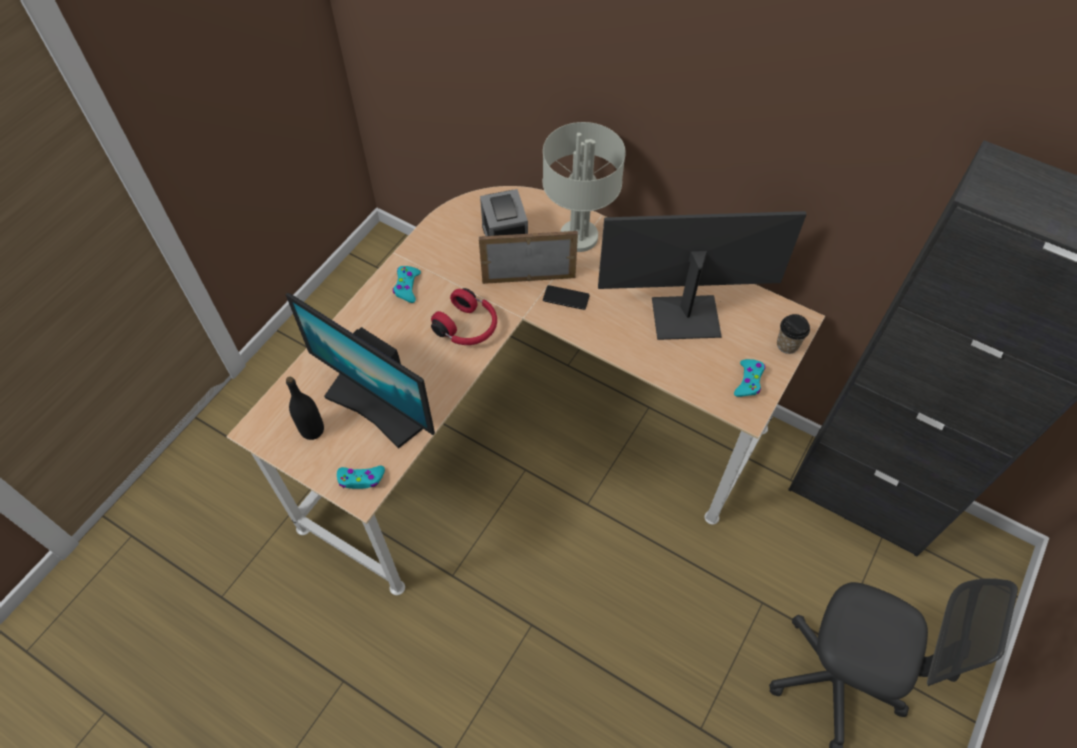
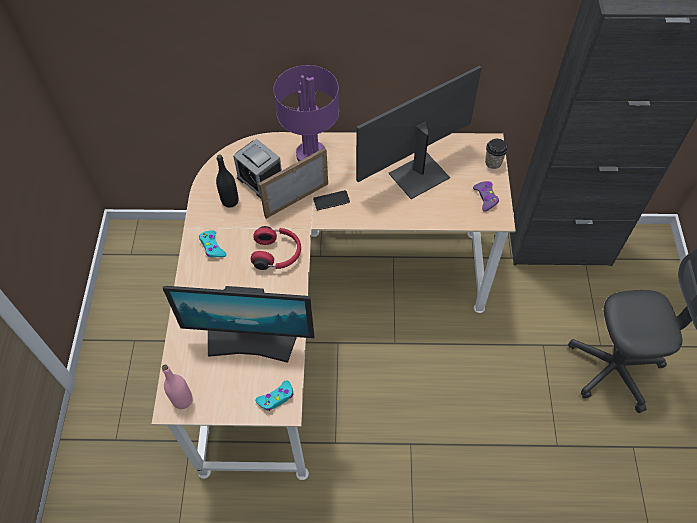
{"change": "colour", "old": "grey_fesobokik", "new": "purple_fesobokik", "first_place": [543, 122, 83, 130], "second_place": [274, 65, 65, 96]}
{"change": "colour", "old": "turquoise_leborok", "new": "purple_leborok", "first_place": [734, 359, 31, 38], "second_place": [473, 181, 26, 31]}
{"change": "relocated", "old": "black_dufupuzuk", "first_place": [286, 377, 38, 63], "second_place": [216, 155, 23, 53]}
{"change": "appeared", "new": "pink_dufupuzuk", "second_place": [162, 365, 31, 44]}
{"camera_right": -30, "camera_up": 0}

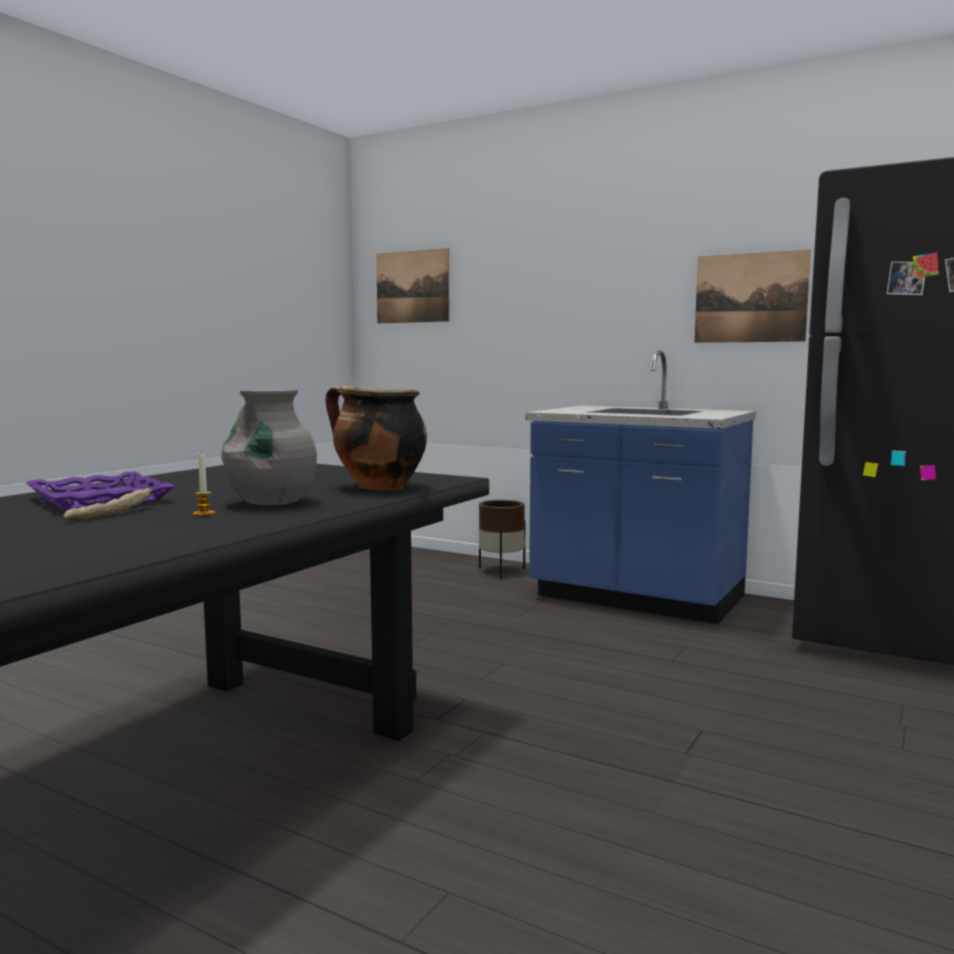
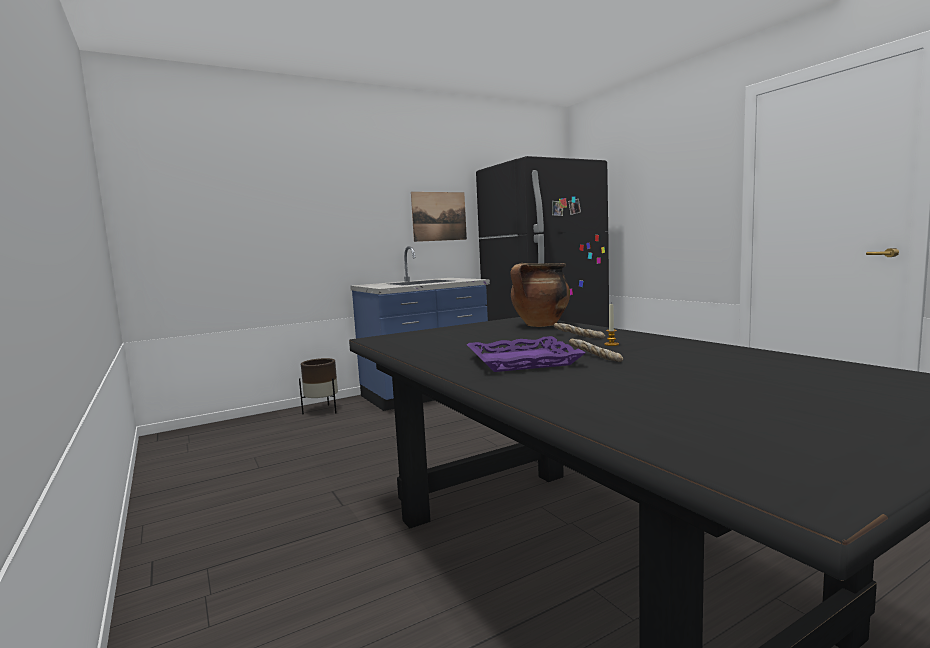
{"change": "missing", "old": "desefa", "first_place": [376, 248, 73, 75]}
{"change": "exchanged", "old": "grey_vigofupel", "new": "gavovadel", "first_place": [221, 388, 96, 117], "second_place": [554, 323, 51, 16]}
{"camera_right": -60, "camera_up": 0}

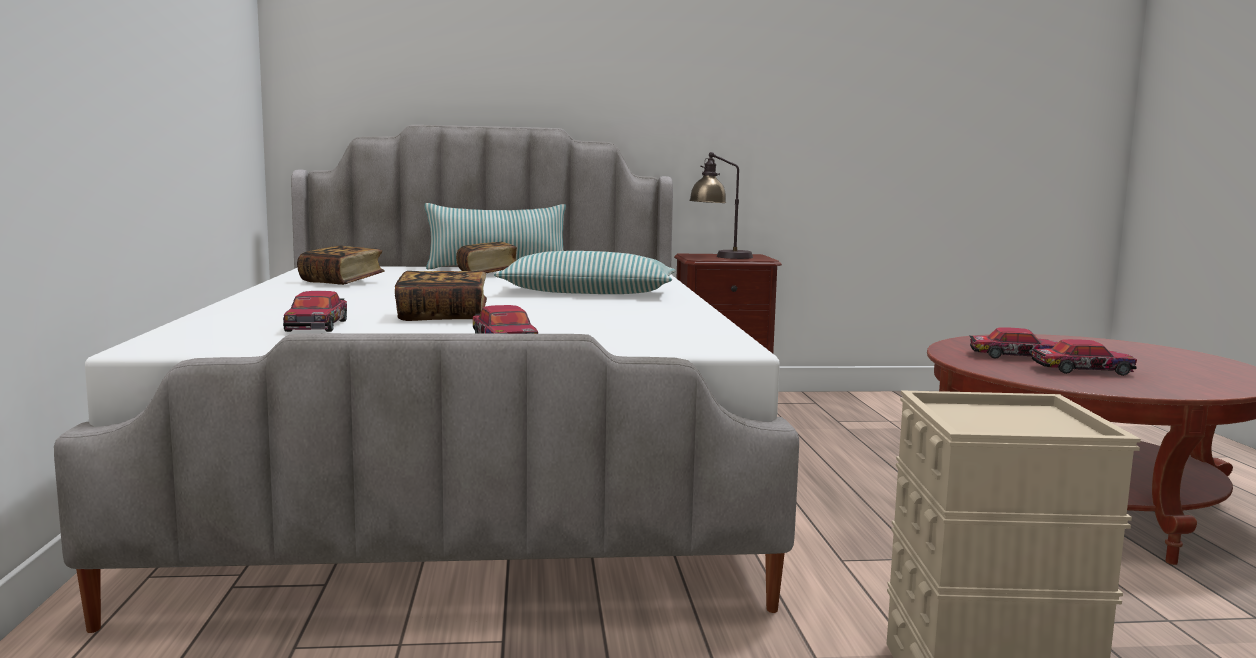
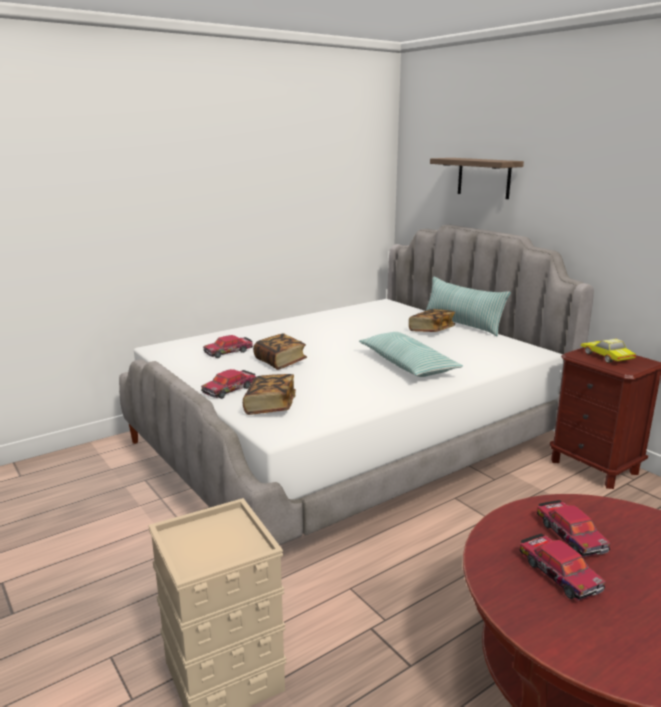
{"change": "exchanged", "old": "fesobokik", "new": "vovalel", "first_place": [689, 152, 64, 107], "second_place": [580, 339, 56, 24]}
{"change": "relocated", "old": "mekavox", "first_place": [297, 246, 88, 39], "second_place": [243, 374, 53, 41]}
{"change": "appeared", "new": "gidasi", "second_place": [430, 158, 94, 41]}
{"camera_right": 60, "camera_up": 10}

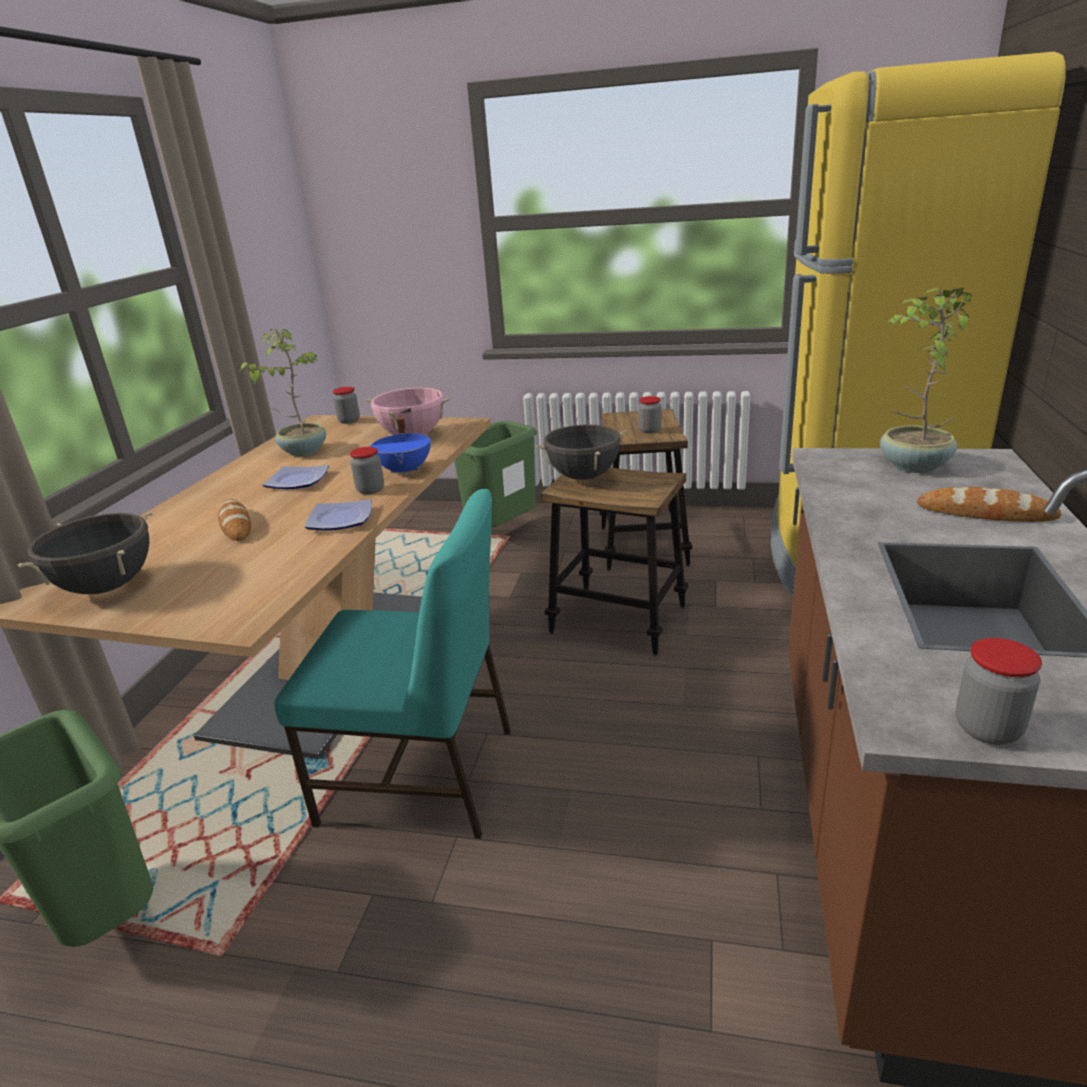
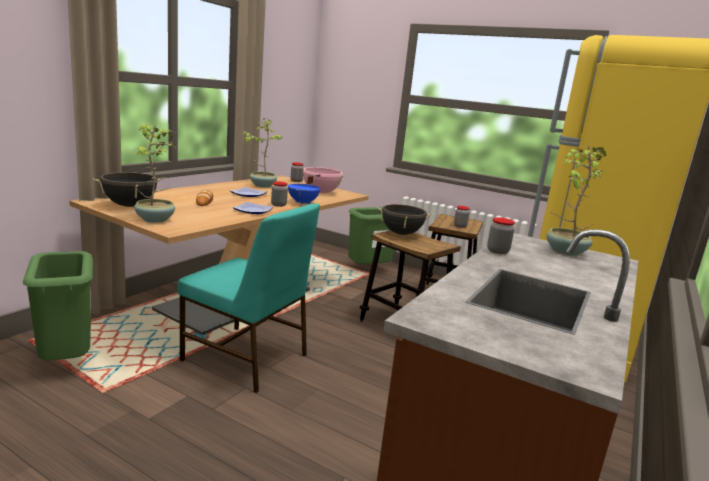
{"change": "missing", "old": "gavovadel", "first_place": [917, 487, 145, 35]}
{"change": "relocated", "old": "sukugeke", "first_place": [956, 638, 86, 107], "second_place": [487, 217, 28, 37]}
{"change": "appeared", "new": "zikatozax", "second_place": [134, 124, 42, 99]}
{"camera_right": 15, "camera_up": -10}

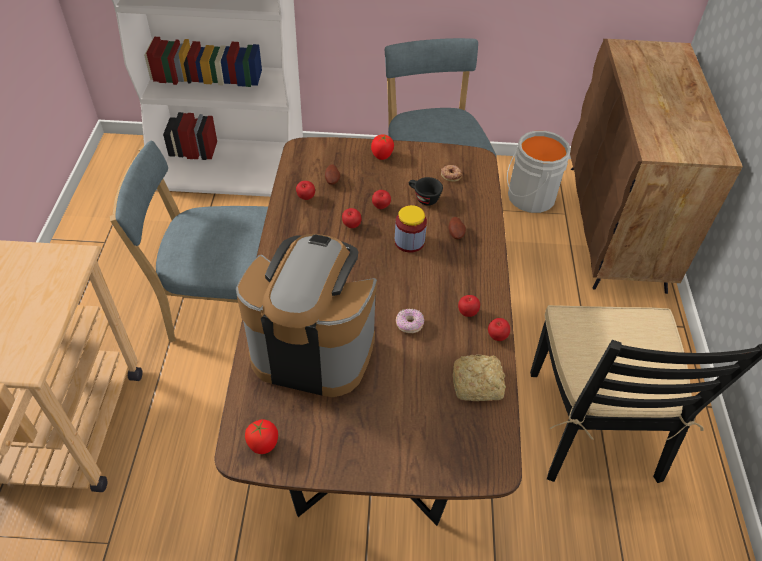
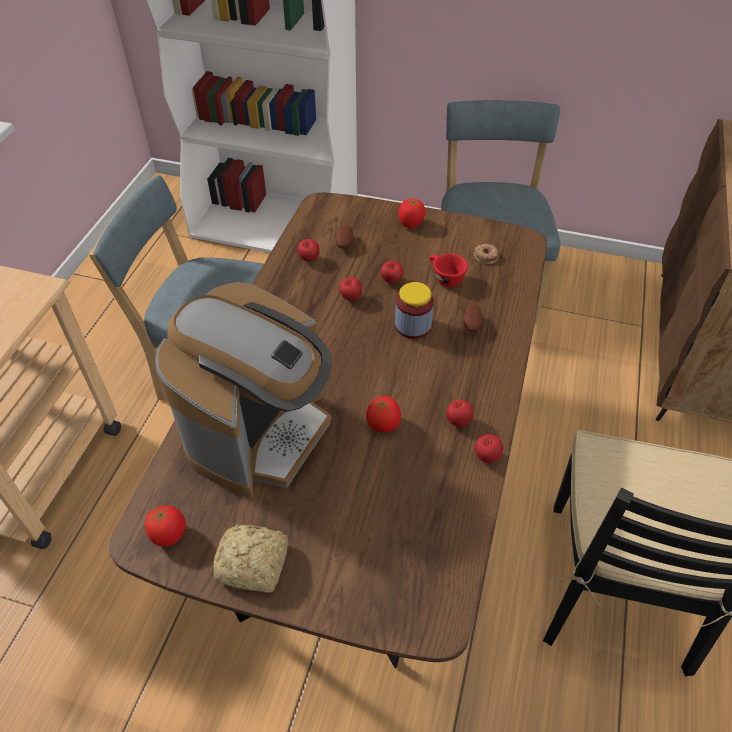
{"change": "missing", "old": "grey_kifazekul", "first_place": [507, 131, 64, 82]}
{"change": "colour", "old": "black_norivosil", "new": "red_norivosil", "first_place": [409, 177, 34, 28], "second_place": [430, 253, 38, 34]}
{"change": "spun", "old": "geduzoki", "first_place": [236, 234, 141, 163], "second_place": [155, 282, 177, 216], "degrees": 90}
{"change": "exchanged", "old": "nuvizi", "new": "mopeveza", "first_place": [396, 308, 28, 25], "second_place": [366, 396, 35, 37]}
{"change": "relocated", "old": "gavovadel", "first_place": [453, 354, 53, 47], "second_place": [213, 524, 75, 69]}
{"camera_right": 15, "camera_up": 0}

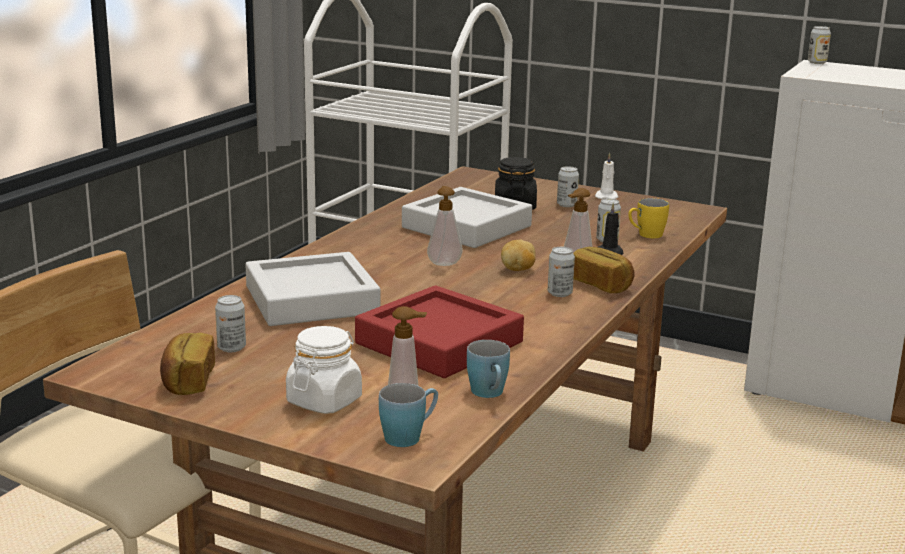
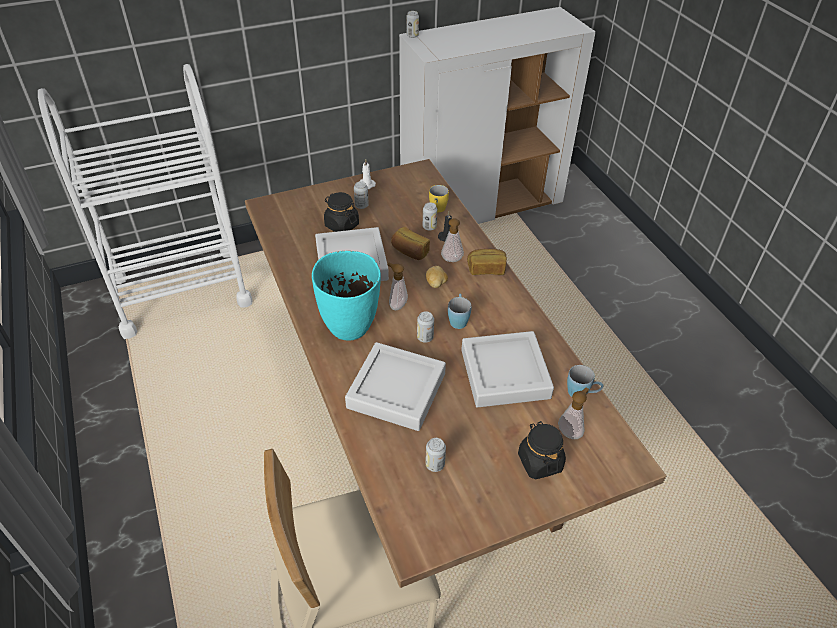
{"change": "relocated", "old": "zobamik", "first_place": [548, 247, 27, 50], "second_place": [417, 311, 17, 32]}
{"change": "colour", "old": "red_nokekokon", "new": "grey_nokekokon", "first_place": [355, 286, 169, 92], "second_place": [461, 331, 93, 76]}
{"change": "colour", "old": "white_sukugeke", "new": "black_sukugeke", "first_place": [286, 326, 76, 88], "second_place": [518, 421, 48, 58]}
{"change": "relocated", "old": "gavovadel", "first_place": [160, 333, 55, 62], "second_place": [391, 227, 39, 33]}
{"change": "relocated", "old": "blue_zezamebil", "first_place": [379, 383, 59, 64], "second_place": [448, 294, 24, 35]}
{"change": "appeared", "new": "turquoise_vigofupel", "second_place": [312, 251, 69, 90]}
{"camera_right": -50, "camera_up": 25}

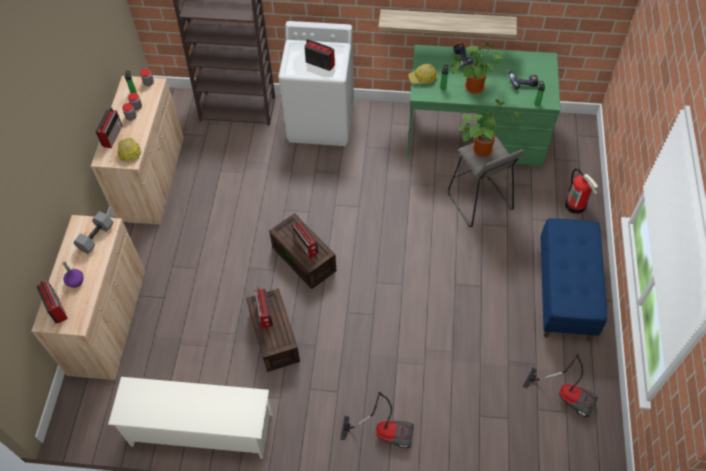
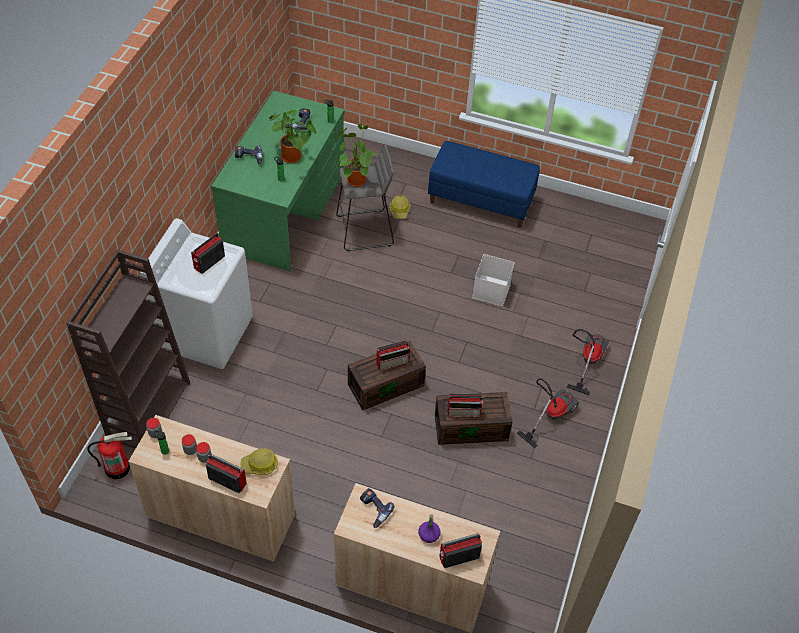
{"change": "missing", "old": "gidasi", "first_place": [378, 9, 139, 29]}
{"change": "relocated", "old": "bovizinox", "first_place": [409, 64, 29, 20], "second_place": [390, 195, 20, 24]}
{"change": "relocated", "old": "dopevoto", "first_place": [565, 169, 33, 45], "second_place": [87, 432, 45, 47]}
{"change": "exchanged", "old": "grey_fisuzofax", "new": "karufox", "first_place": [74, 211, 39, 43], "second_place": [360, 488, 35, 40]}
{"change": "relocated", "old": "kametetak", "first_place": [523, 353, 75, 64], "second_place": [517, 378, 63, 70]}
{"change": "missing", "old": "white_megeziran", "first_place": [108, 377, 165, 82]}
{"change": "appeared", "new": "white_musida", "second_place": [472, 254, 42, 52]}
{"camera_right": -80, "camera_up": -5}

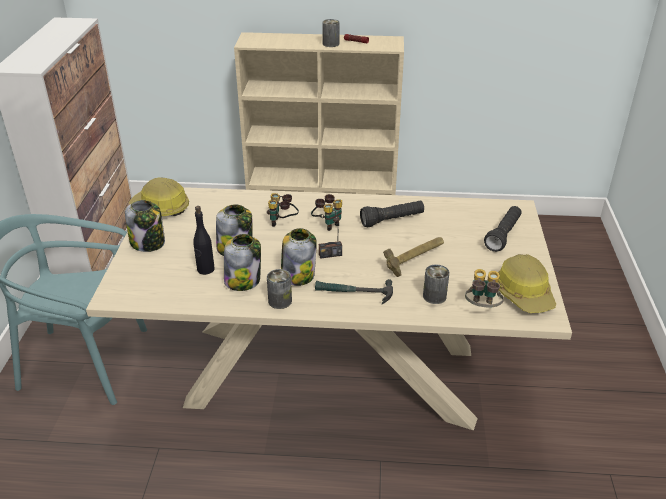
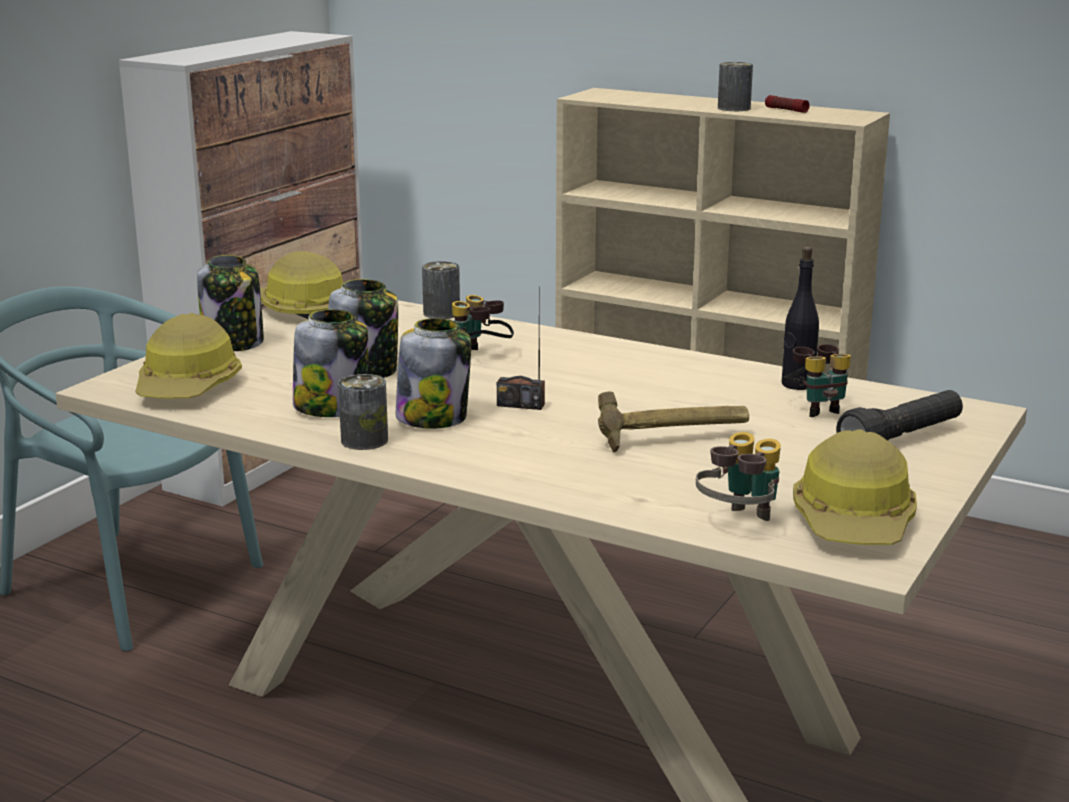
{"change": "relocated", "old": "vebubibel", "first_place": [311, 194, 31, 37], "second_place": [782, 344, 69, 73]}
{"change": "missing", "old": "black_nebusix", "first_place": [360, 200, 64, 28]}
{"change": "relocated", "old": "black_dufupuzuk", "first_place": [193, 206, 22, 69], "second_place": [782, 247, 37, 143]}
{"change": "relocated", "old": "zobamik", "first_place": [423, 265, 27, 39], "second_place": [422, 261, 38, 58]}
{"change": "missing", "old": "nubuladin", "first_place": [315, 279, 78, 25]}
{"change": "appeared", "new": "bovizinox", "second_place": [135, 313, 107, 86]}
{"camera_right": 25, "camera_up": -15}

